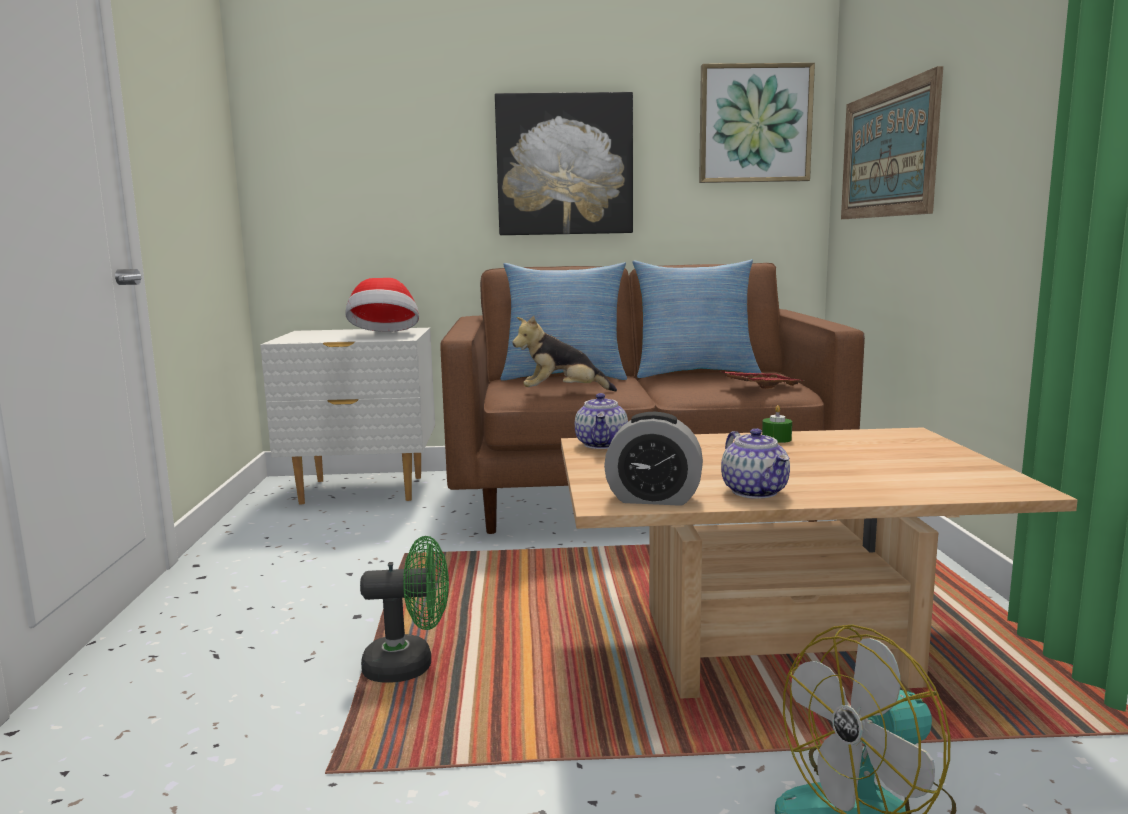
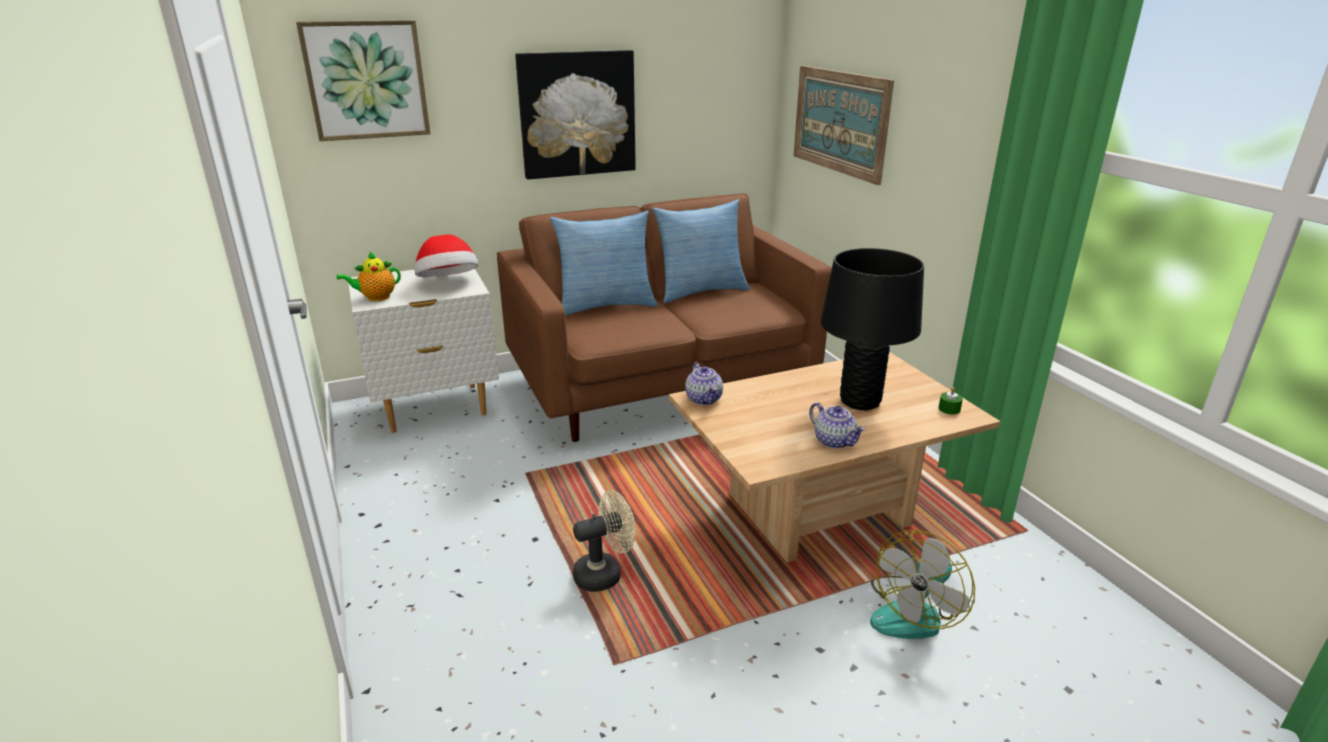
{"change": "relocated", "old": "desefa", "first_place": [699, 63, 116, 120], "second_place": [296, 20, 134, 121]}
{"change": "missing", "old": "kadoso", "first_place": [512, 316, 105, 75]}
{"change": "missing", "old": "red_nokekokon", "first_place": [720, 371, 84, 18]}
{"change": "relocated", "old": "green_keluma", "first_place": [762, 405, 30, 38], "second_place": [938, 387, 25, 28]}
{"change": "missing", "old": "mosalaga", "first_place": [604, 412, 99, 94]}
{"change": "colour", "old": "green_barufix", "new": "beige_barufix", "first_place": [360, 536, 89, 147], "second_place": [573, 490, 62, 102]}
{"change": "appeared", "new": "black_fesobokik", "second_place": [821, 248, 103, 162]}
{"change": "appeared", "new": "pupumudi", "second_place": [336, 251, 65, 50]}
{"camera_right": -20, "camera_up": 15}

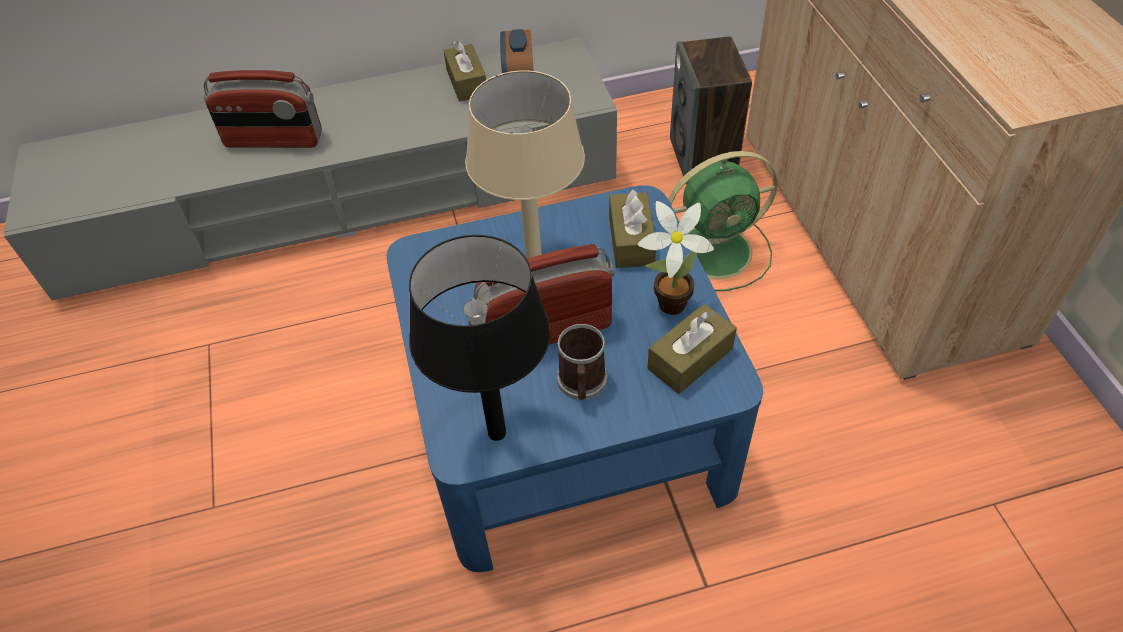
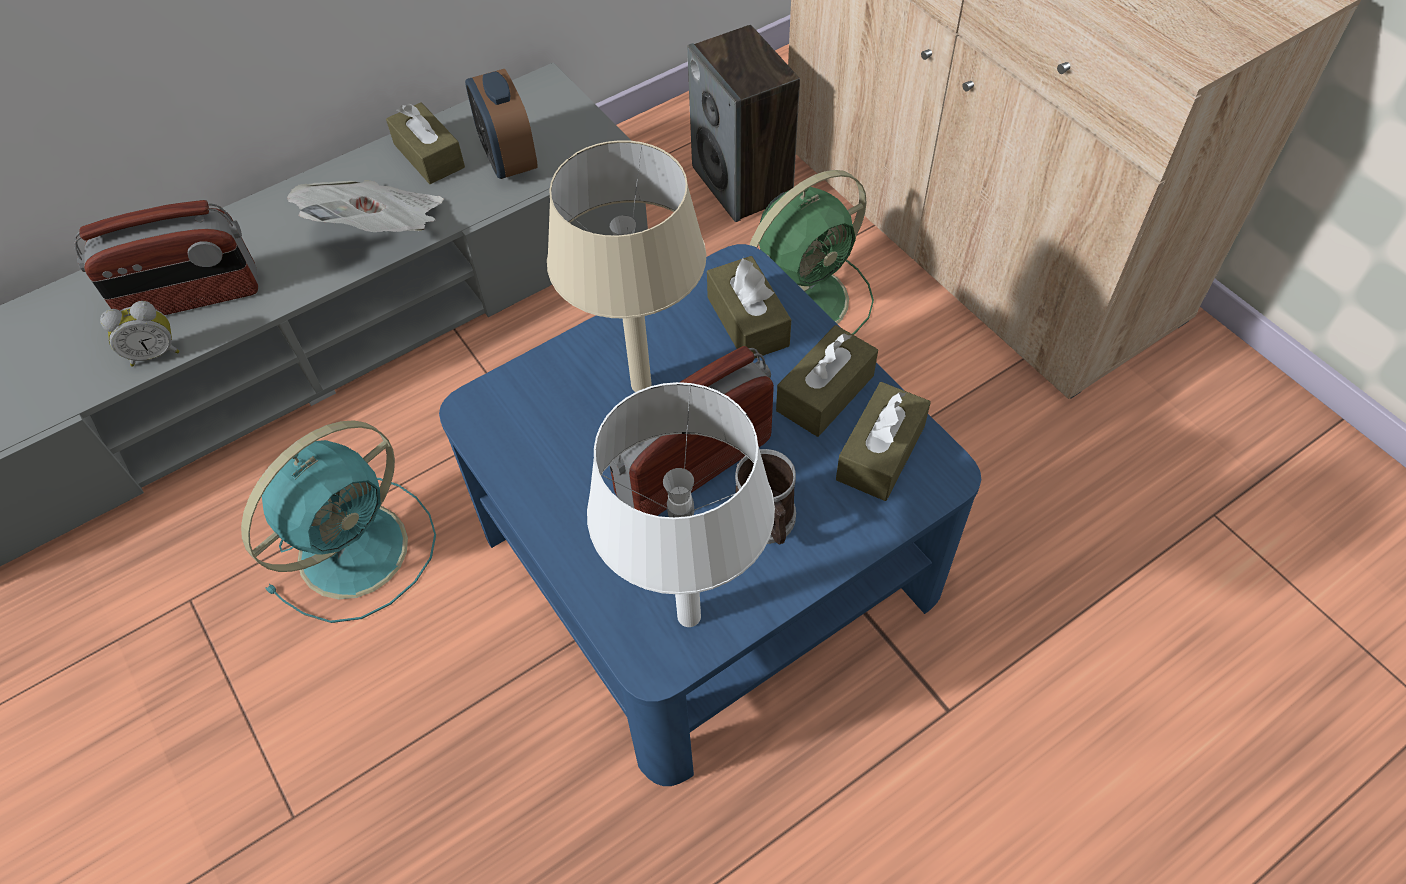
{"change": "exchanged", "old": "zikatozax", "new": "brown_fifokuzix", "first_place": [638, 201, 76, 114], "second_place": [776, 325, 102, 112]}
{"change": "colour", "old": "black_fesobokik", "new": "white_fesobokik", "first_place": [409, 235, 142, 206], "second_place": [587, 382, 188, 245]}
{"change": "appeared", "new": "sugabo", "second_place": [287, 180, 157, 52]}
{"change": "appeared", "new": "mosalaga", "second_place": [100, 301, 80, 65]}
{"change": "appeared", "new": "turquoise_barufix", "second_place": [241, 420, 195, 203]}
{"camera_right": -20, "camera_up": 5}

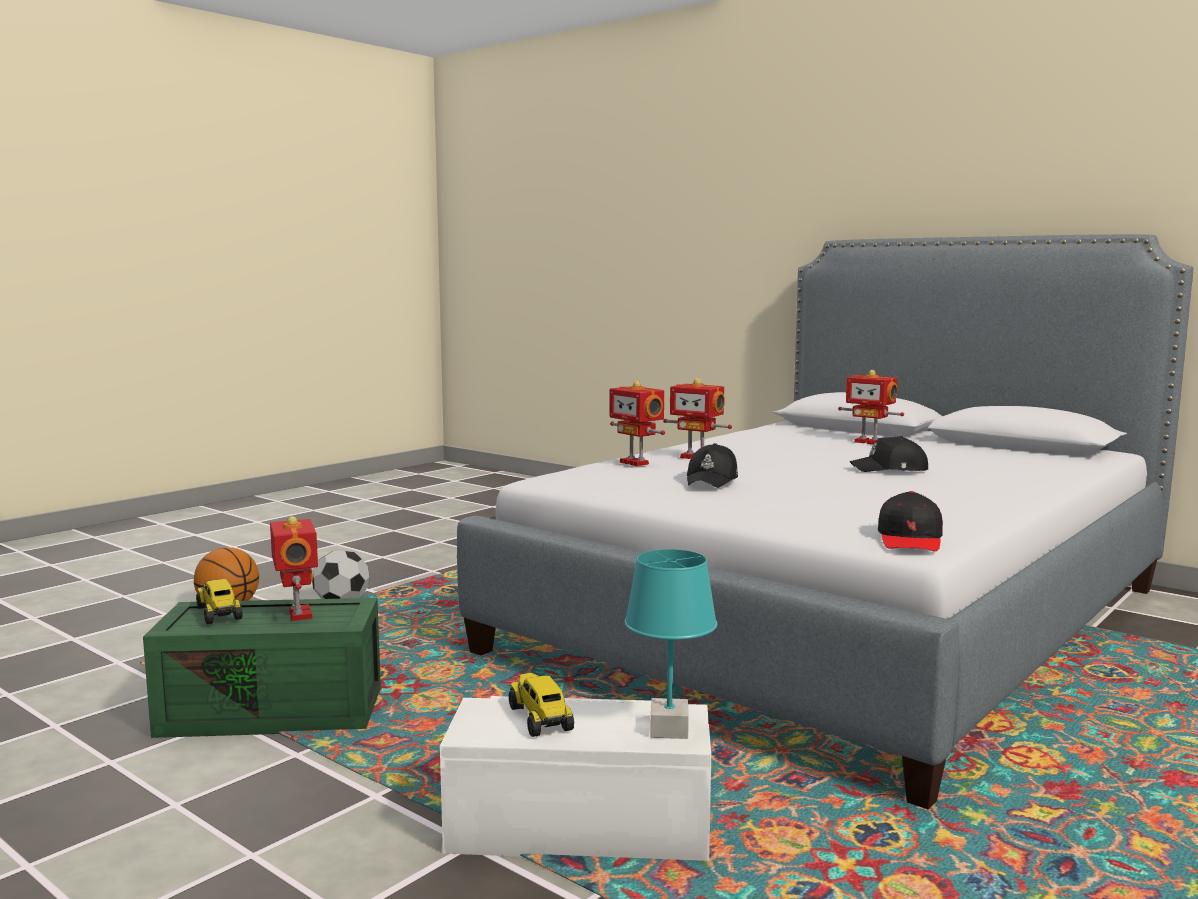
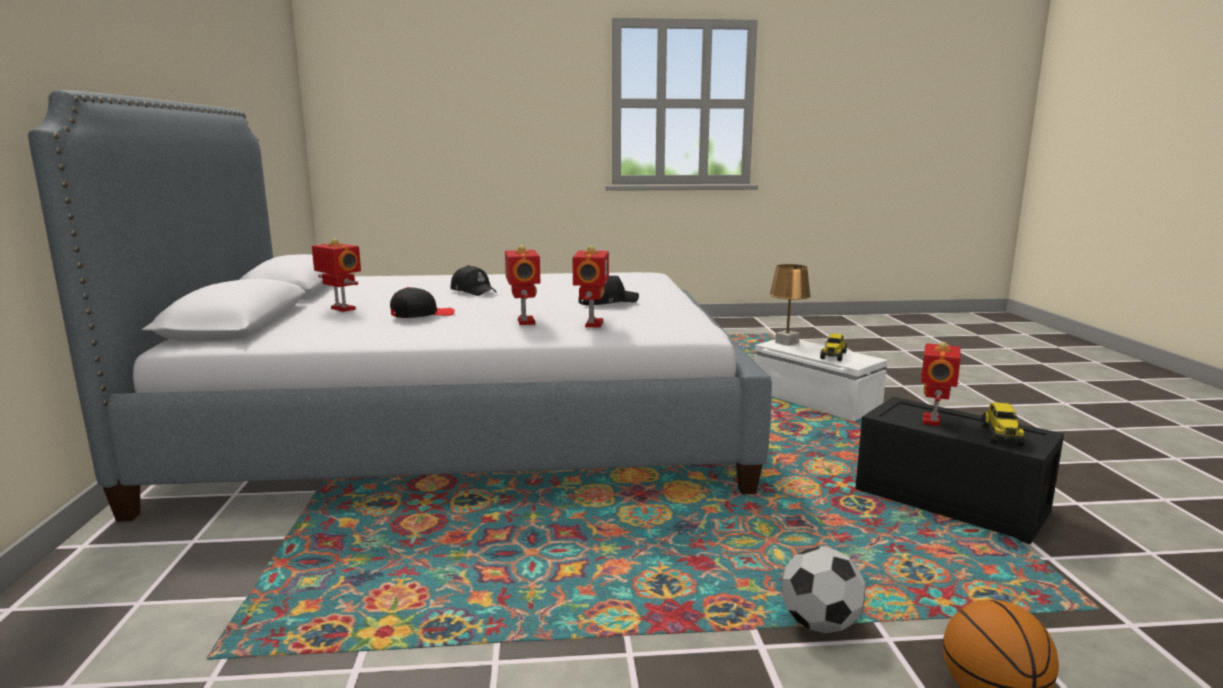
{"change": "spun", "old": "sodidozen", "first_place": [838, 370, 66, 75], "second_place": [312, 238, 49, 74], "degrees": -45}
{"change": "relocated", "old": "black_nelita", "first_place": [878, 491, 65, 60], "second_place": [390, 287, 65, 31]}
{"change": "colour", "old": "turquoise_fesobokik", "new": "brown_fesobokik", "first_place": [624, 549, 93, 190], "second_place": [770, 264, 41, 82]}
{"change": "colour", "old": "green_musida", "new": "black_musida", "first_place": [143, 598, 238, 140], "second_place": [855, 397, 209, 147]}
{"camera_right": -135, "camera_up": 5}

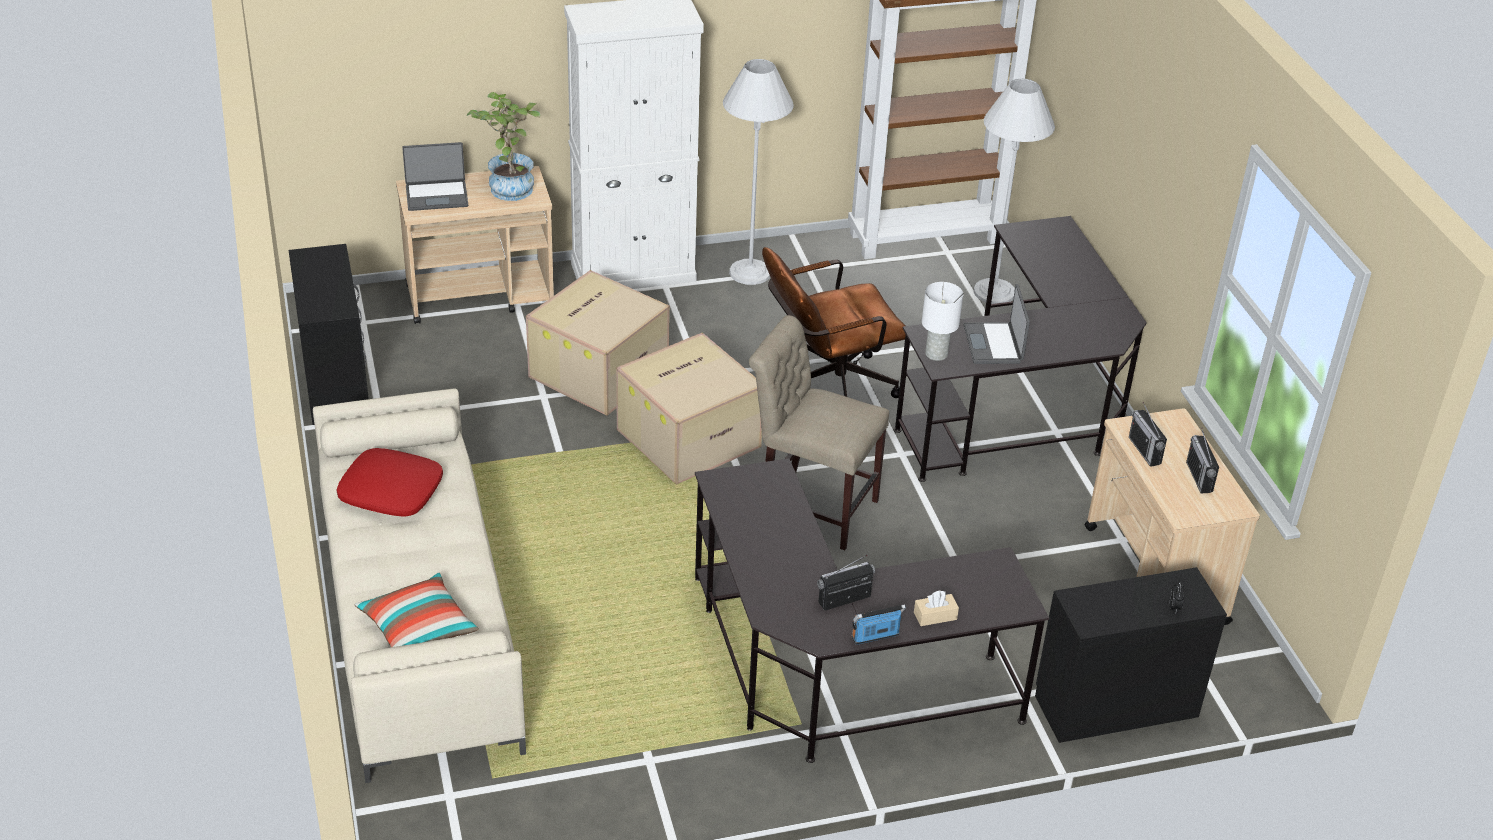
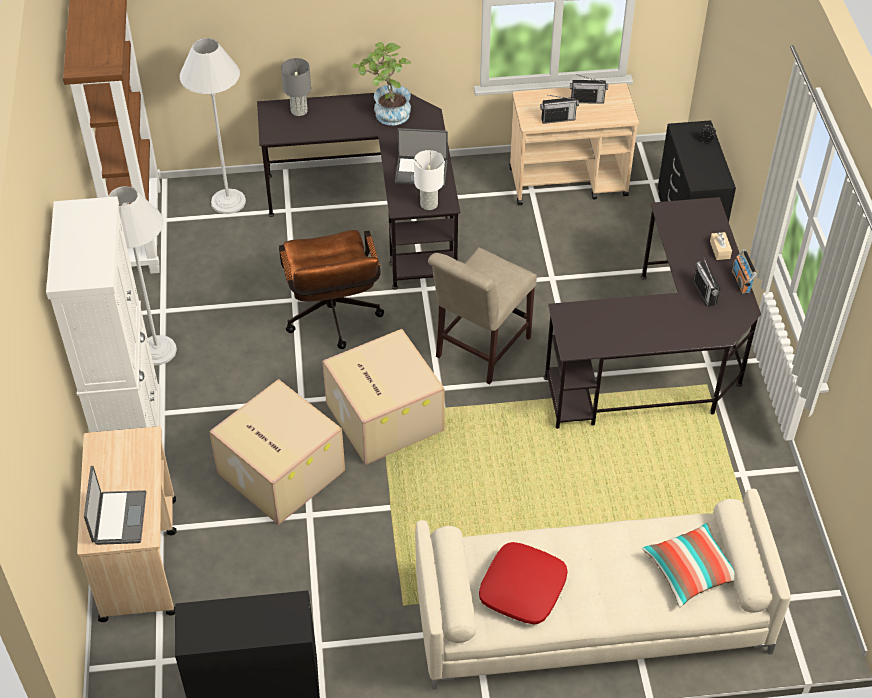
{"change": "relocated", "old": "zikatozax", "first_place": [467, 92, 73, 109], "second_place": [352, 42, 59, 83]}
{"change": "appeared", "new": "grey_fesobokik", "second_place": [281, 58, 30, 58]}
{"camera_right": -80, "camera_up": 10}

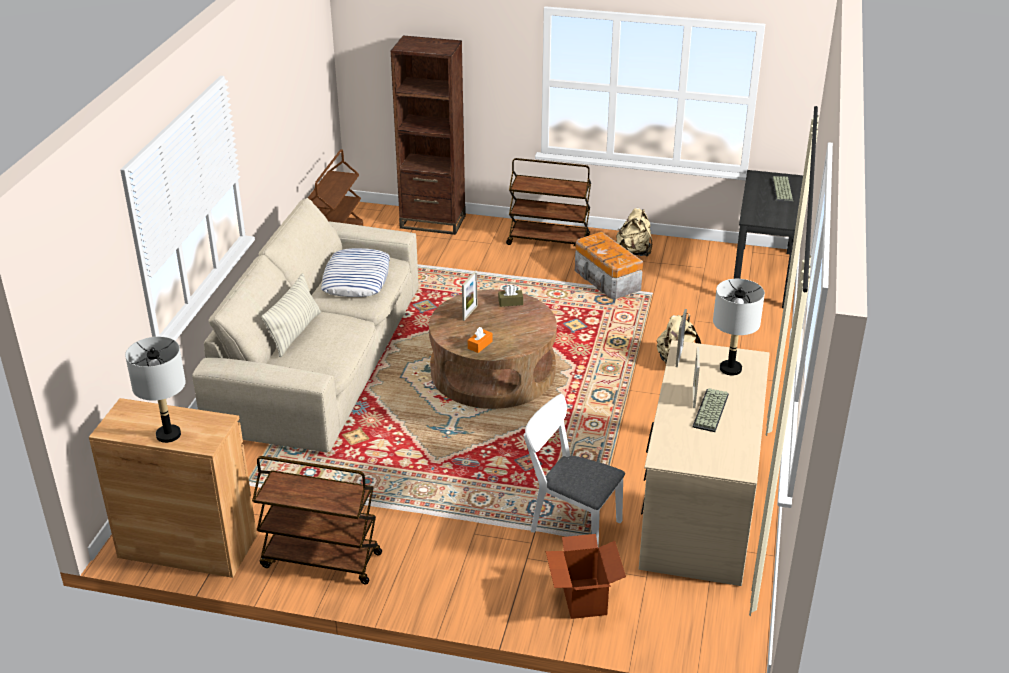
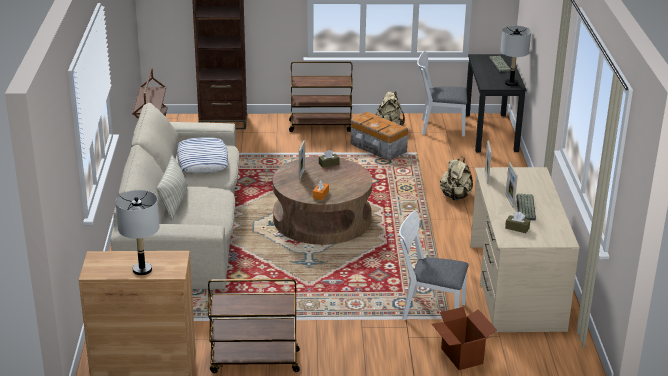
{"change": "relocated", "old": "grey_fesobokik", "first_place": [713, 279, 52, 97], "second_place": [500, 26, 31, 61]}
{"change": "appeared", "new": "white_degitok", "second_place": [417, 51, 50, 85]}
{"change": "appeared", "new": "brown_fifokuzix", "second_place": [505, 212, 25, 21]}
{"camera_right": -15, "camera_up": -5}

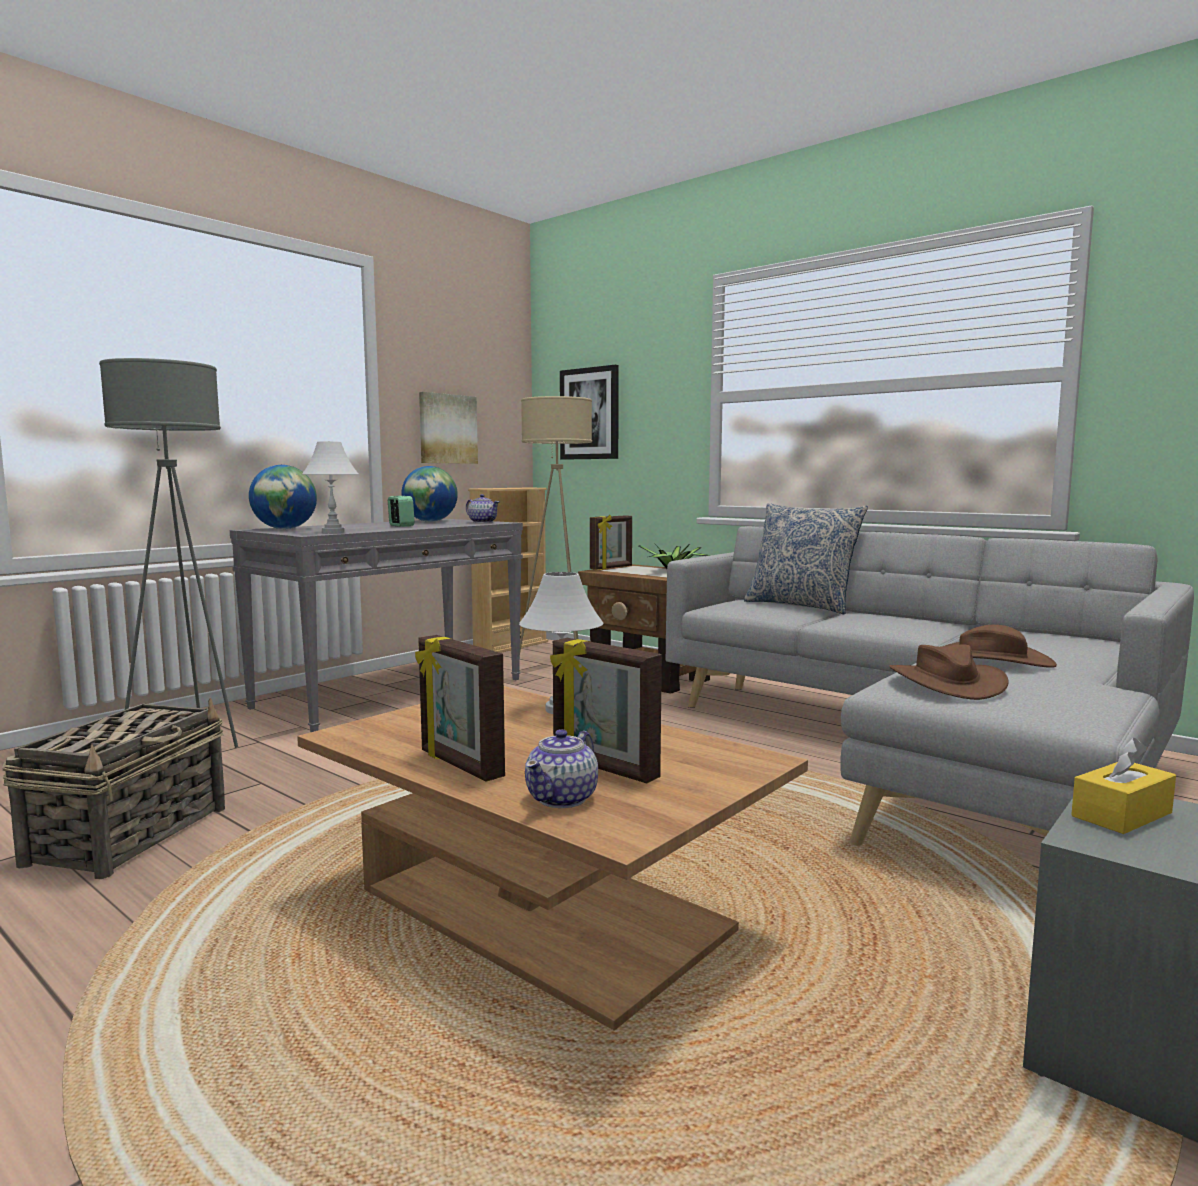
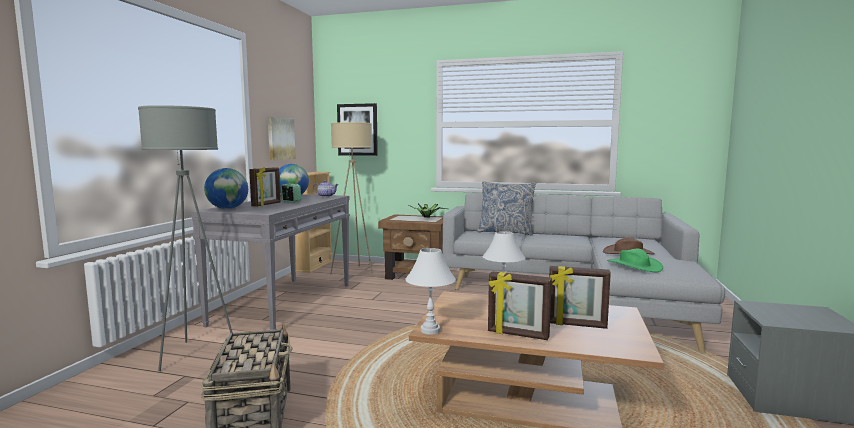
{"change": "relocated", "old": "white_fesobokik", "first_place": [302, 441, 57, 92], "second_place": [405, 248, 51, 87]}
{"change": "relocated", "old": "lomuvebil", "first_place": [590, 515, 42, 55], "second_place": [249, 167, 32, 40]}
{"change": "colour", "old": "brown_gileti", "new": "green_gileti", "first_place": [889, 644, 120, 56], "second_place": [607, 249, 56, 23]}
{"change": "missing", "old": "pupumudi", "first_place": [525, 729, 73, 79]}
{"change": "missing", "old": "yellow_fifokuzix", "first_place": [1071, 738, 105, 96]}
{"camera_right": -25, "camera_up": 0}

